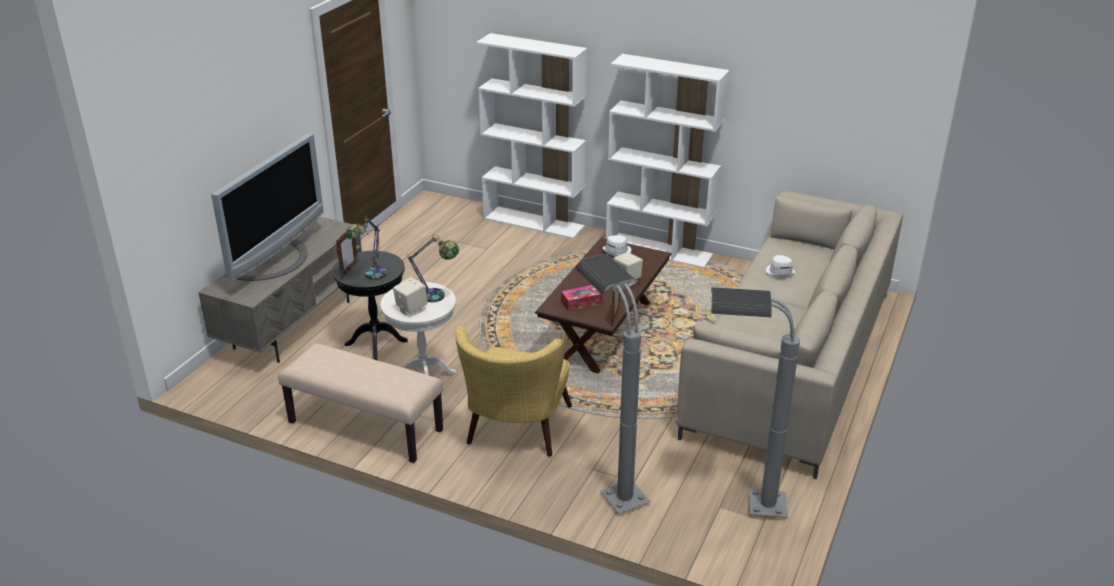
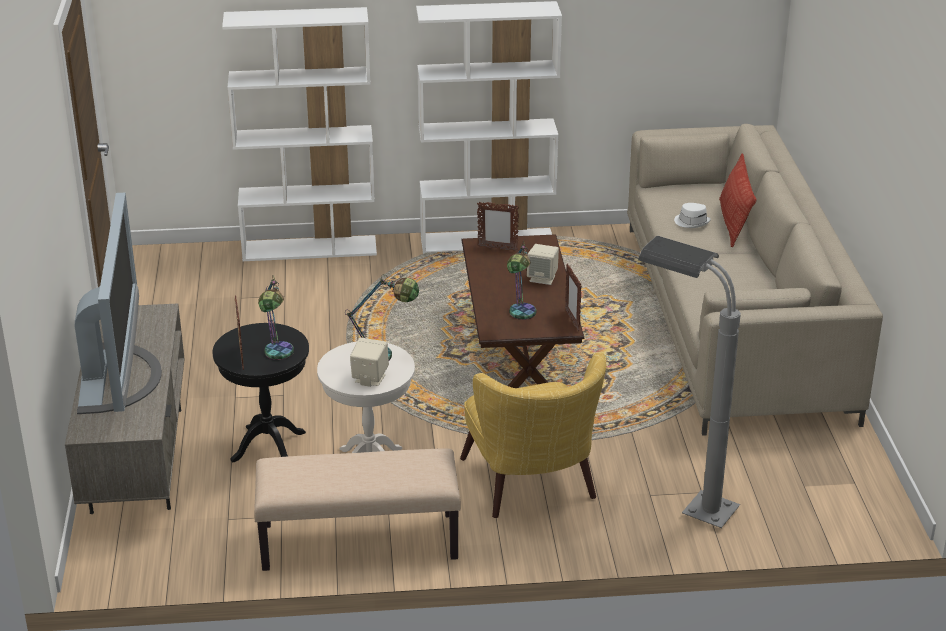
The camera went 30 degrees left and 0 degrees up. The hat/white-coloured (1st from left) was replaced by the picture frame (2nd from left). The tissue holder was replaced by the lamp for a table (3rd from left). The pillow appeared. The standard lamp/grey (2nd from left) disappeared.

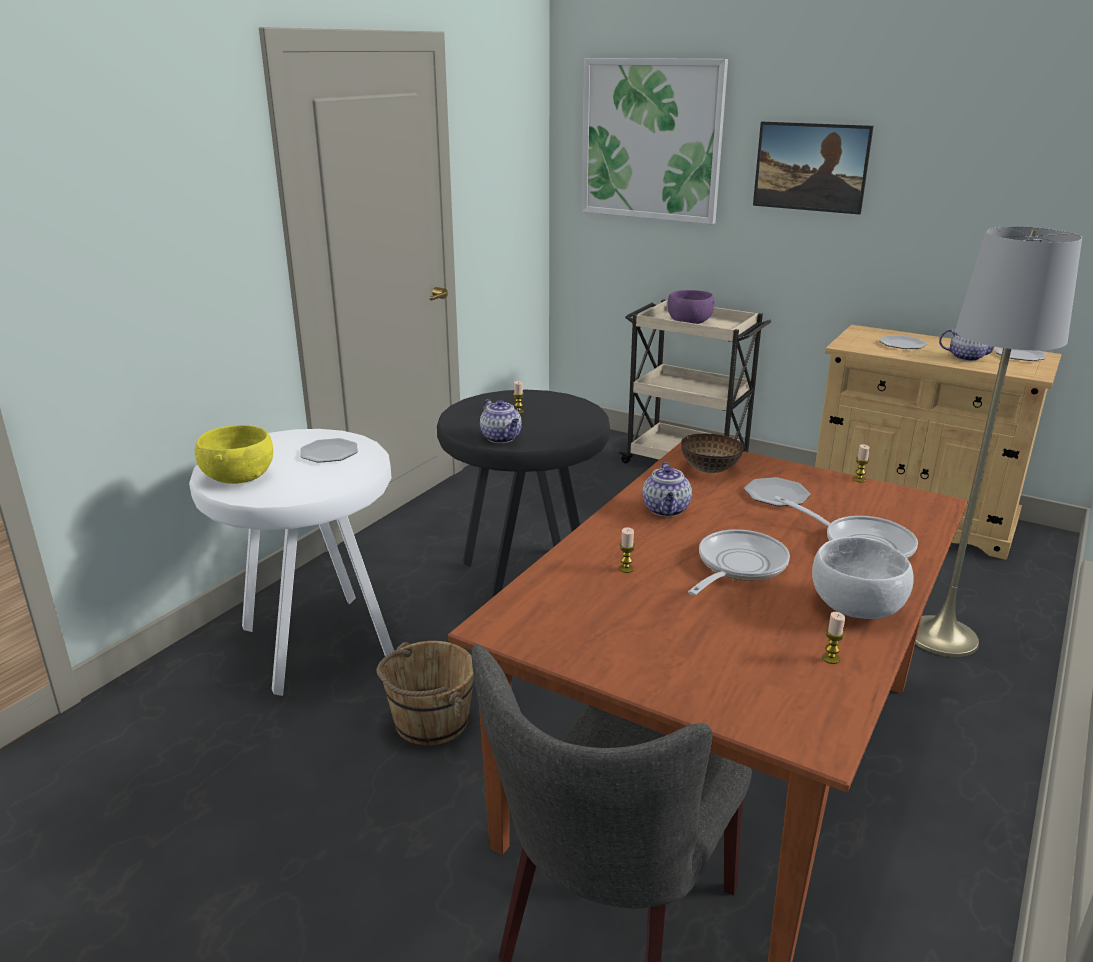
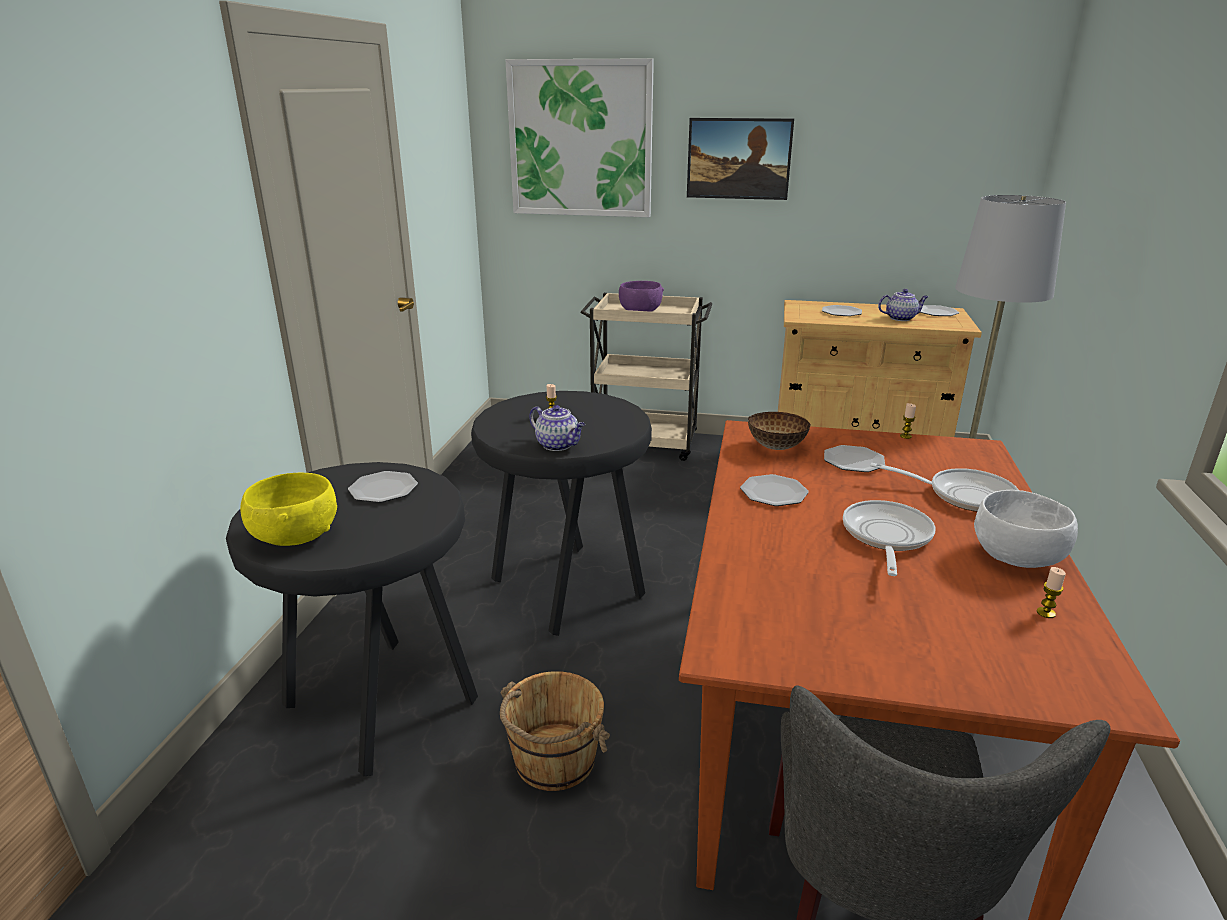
The camera went 20 degrees left and 0 degrees up. The stool seat/white-coloured became the stool seat/blackish (1st from left). The teapot (2nd from left) was replaced by the plate (2nd from left). The candle (2nd from left) disappeared.

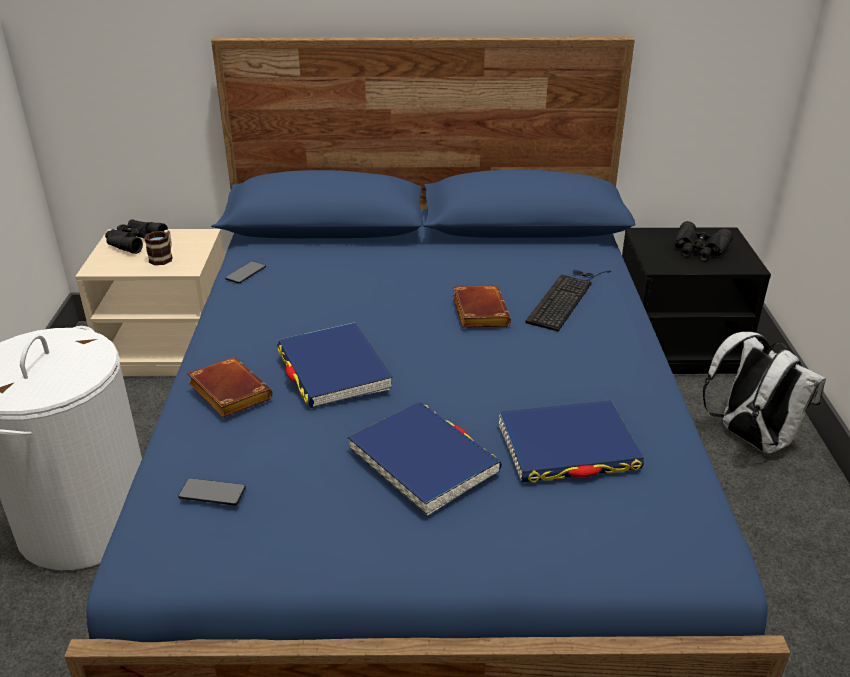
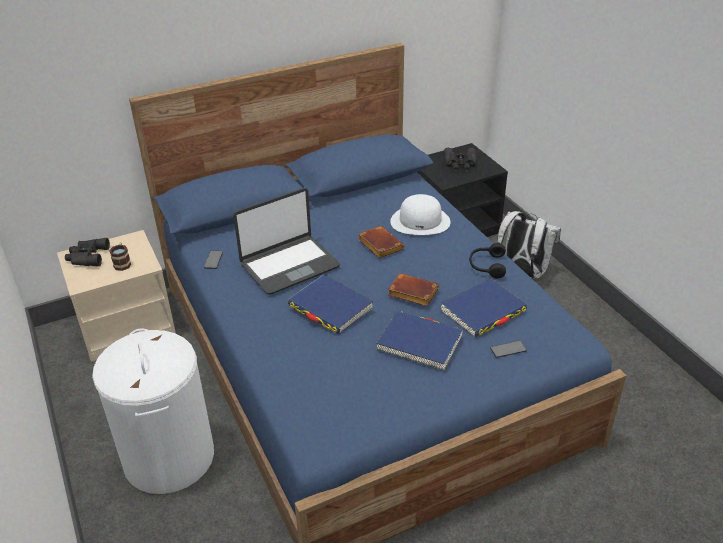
The camera went 25 degrees left and 5 degrees up. The notebook computer appeared. The bound book/brown-coloured (1st from left in the first image) moved. The keyboard was replaced by the hat/white-coloured. The pair of headphones/blackish appeared. The telephone (1st from left in the first image) moved.

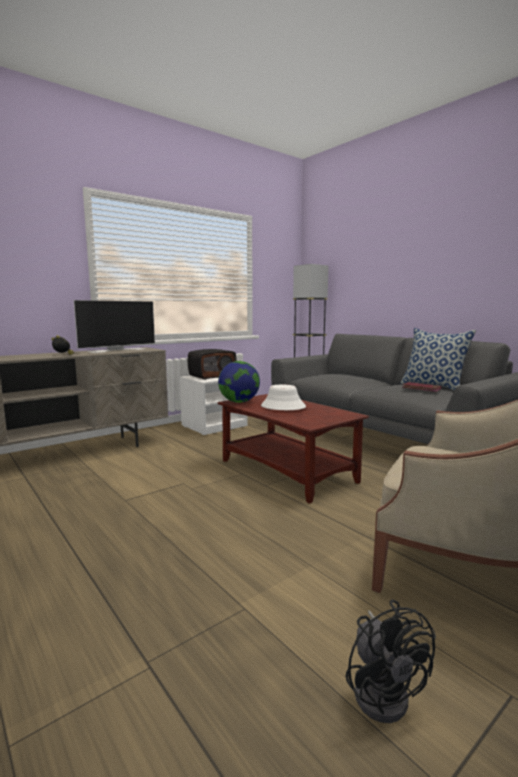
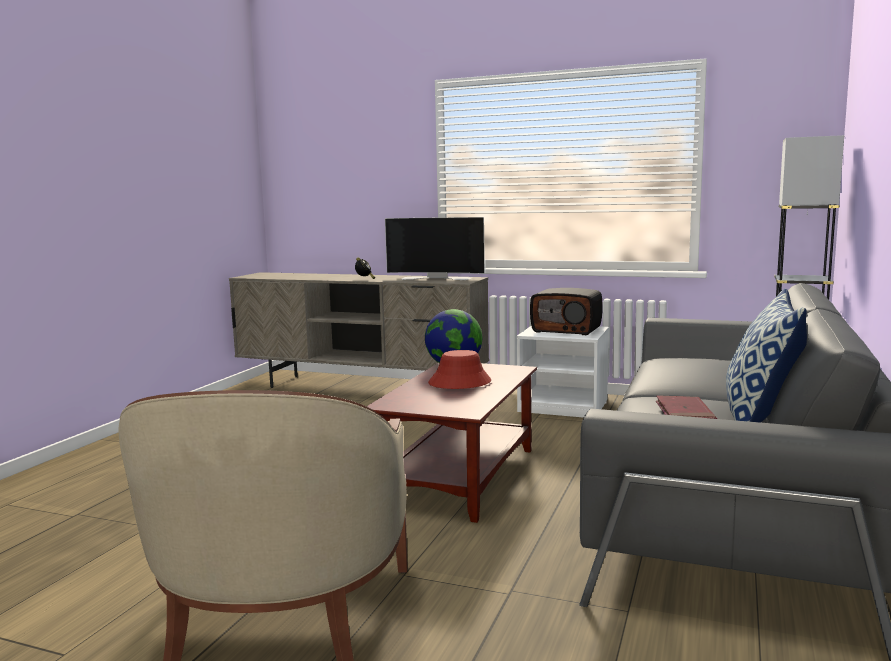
The camera went 60 degrees right and 0 degrees up. The hat/white-coloured became the hat/reddish. The fan/blackish disappeared.

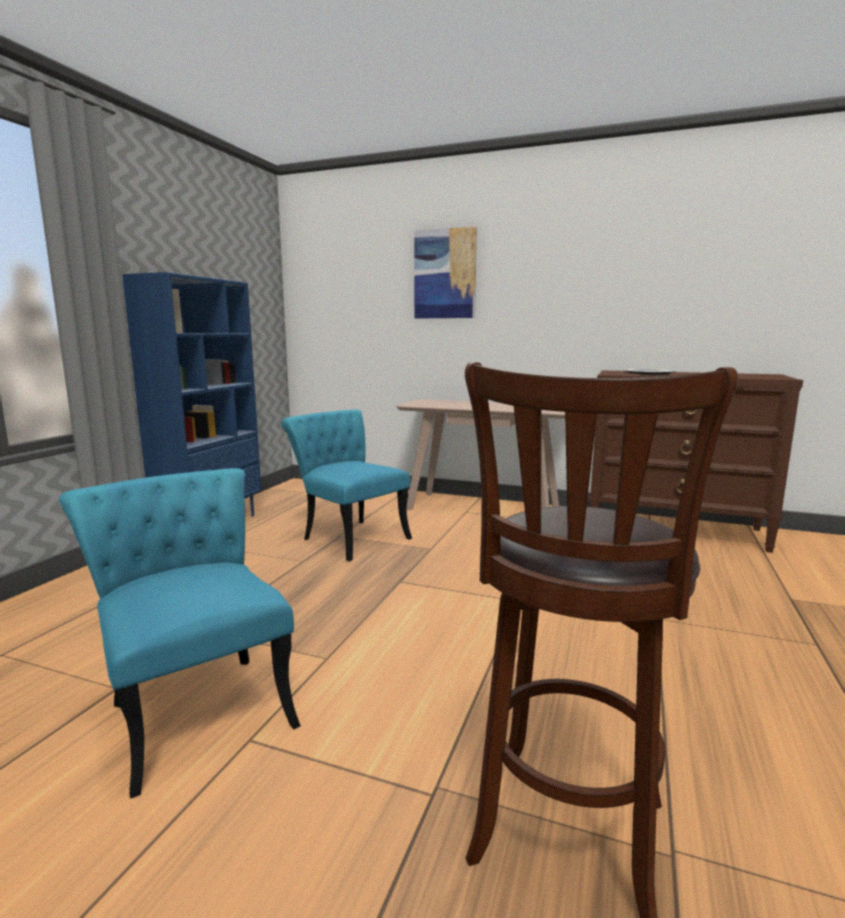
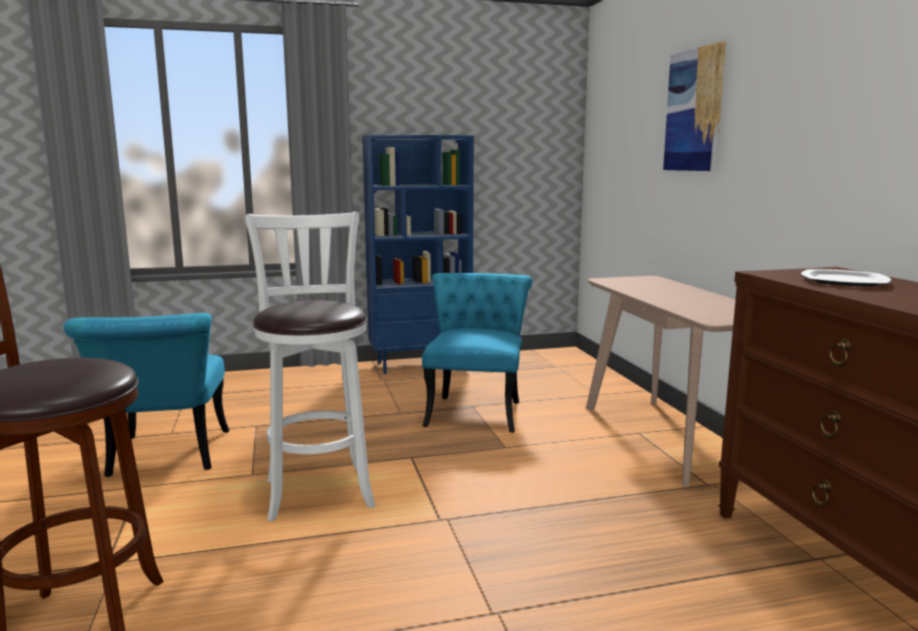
The camera went 55 degrees right and 0 degrees up. The chair/turquoise-coloured (1st from left) turned 150 degrees clockwise. The stool seat/white-coloured appeared.

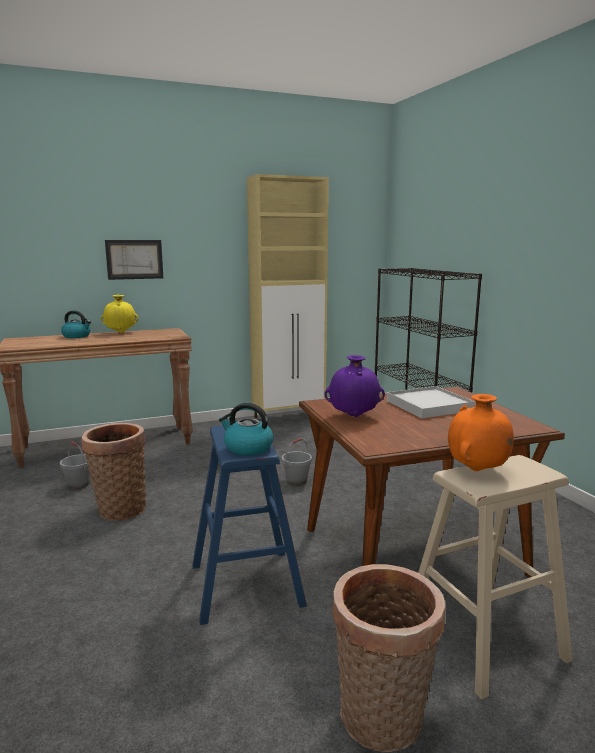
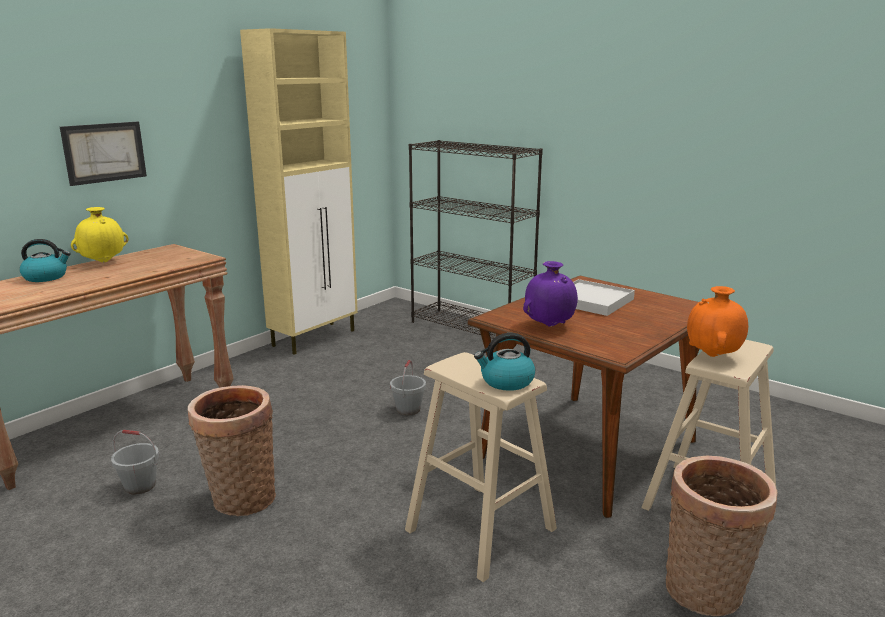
The camera went 30 degrees left and 5 degrees up. The stool seat/bluish became the stool seat/sand-coloured (1st from left).

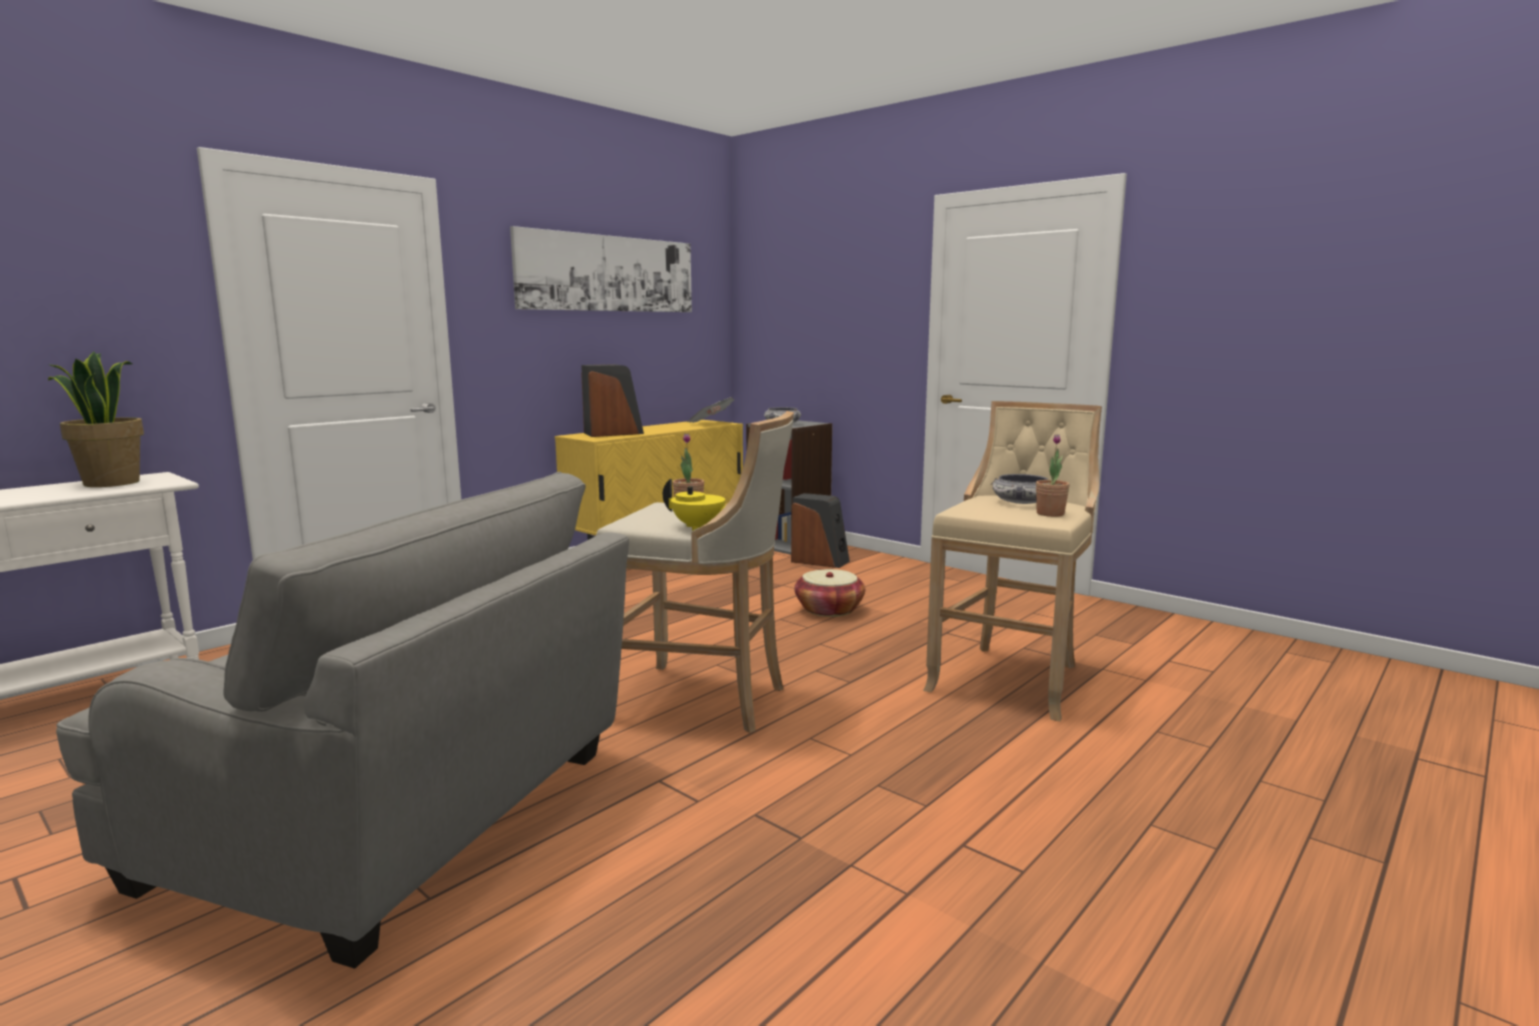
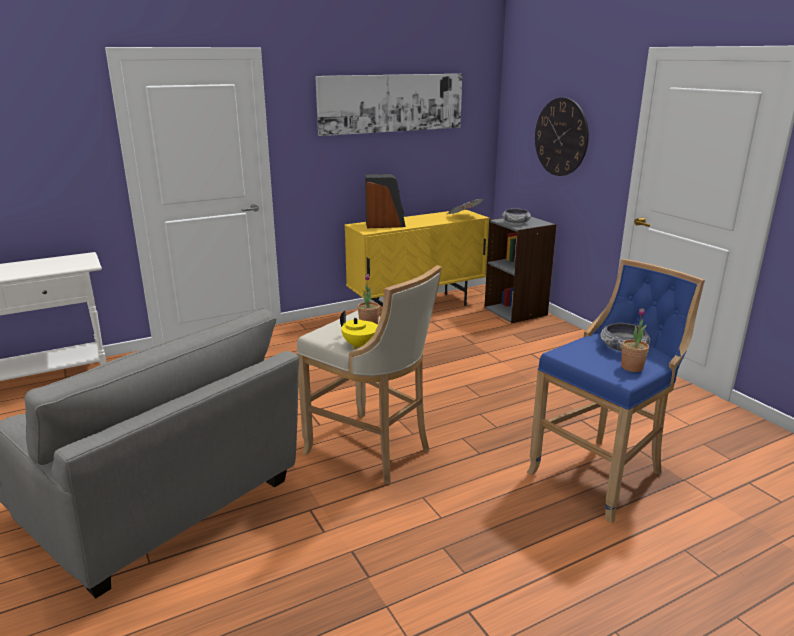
The camera went 20 degrees right and 10 degrees up. The stool seat/sand-coloured (2nd from left) became the stool seat/bluish. The clock on the wall appeared. The plant in a pot (1st from left) disappeared. The loudspeaker (2nd from left) disappeared. The household basket disappeared.

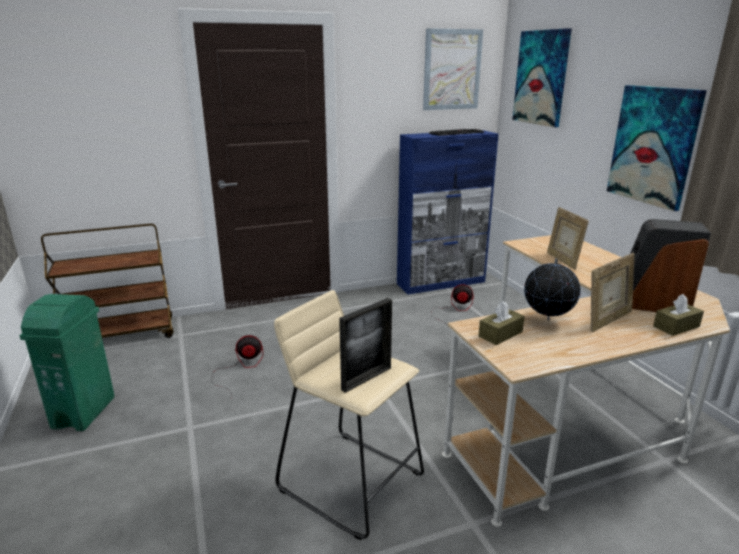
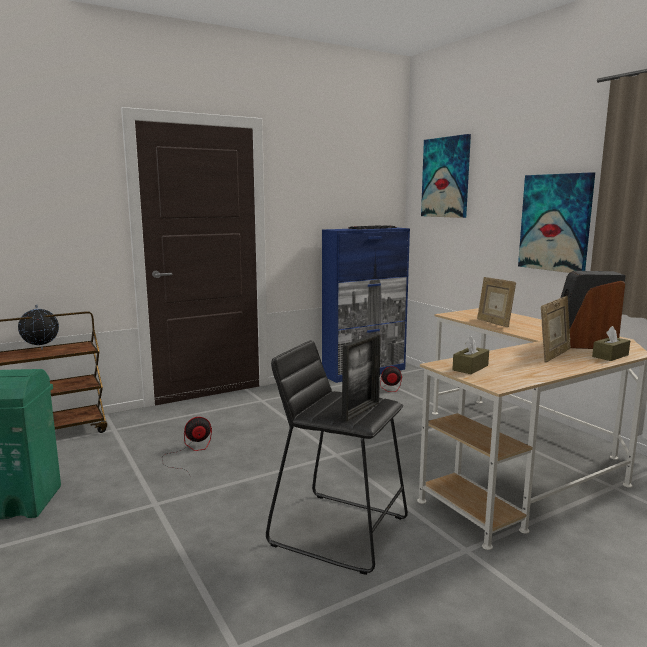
The camera went 10 degrees left and 10 degrees down. The world globe moved. The stool seat/sand-coloured became the stool seat/blackish. The wall art (1st from left) disappeared.

